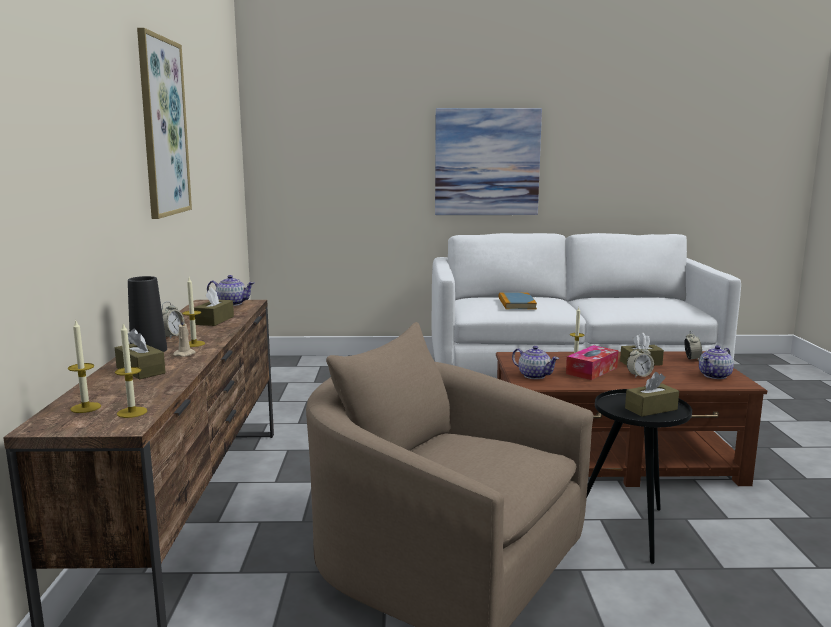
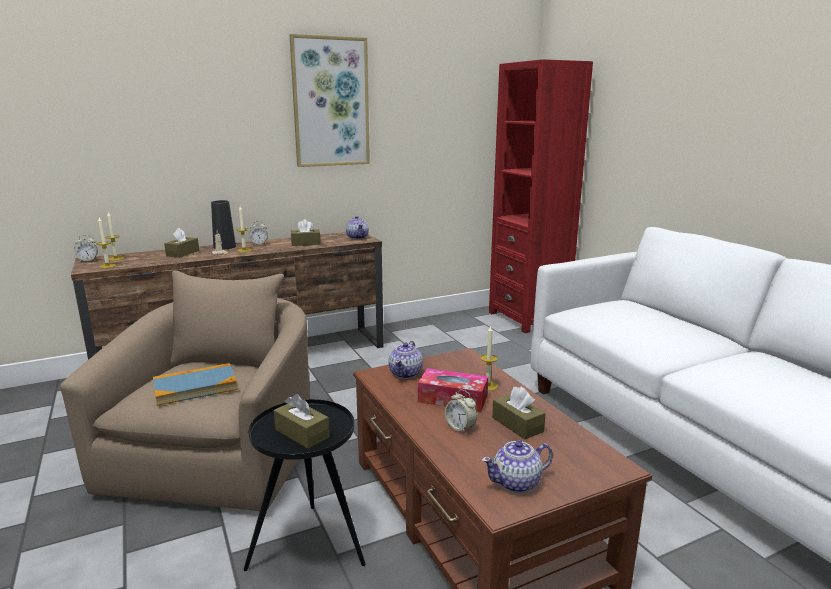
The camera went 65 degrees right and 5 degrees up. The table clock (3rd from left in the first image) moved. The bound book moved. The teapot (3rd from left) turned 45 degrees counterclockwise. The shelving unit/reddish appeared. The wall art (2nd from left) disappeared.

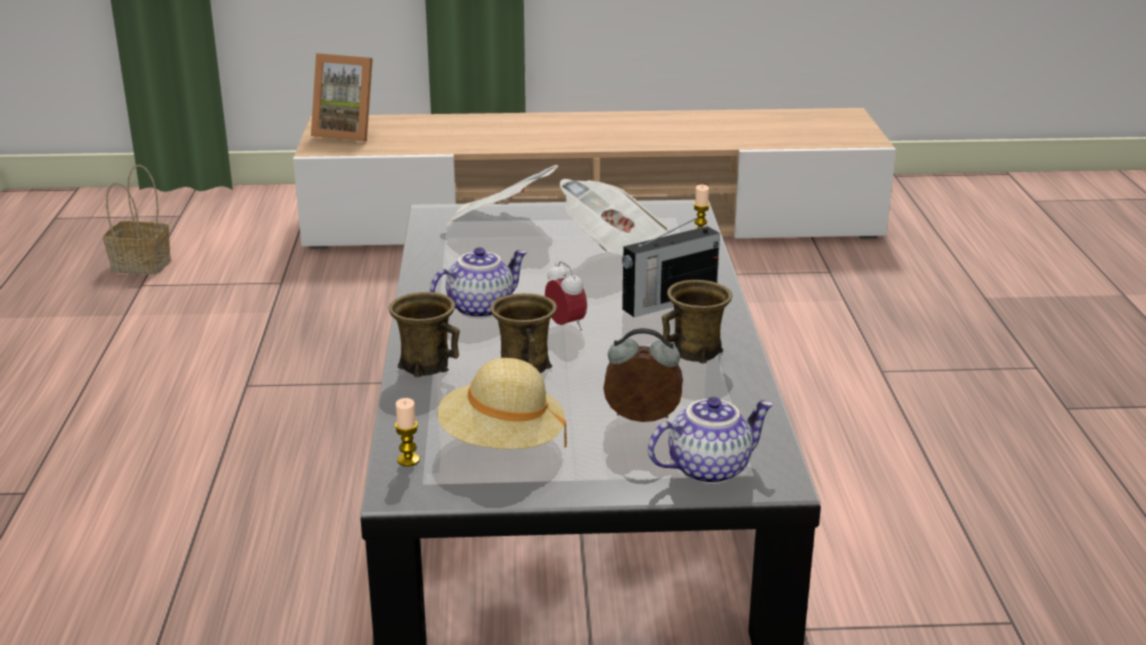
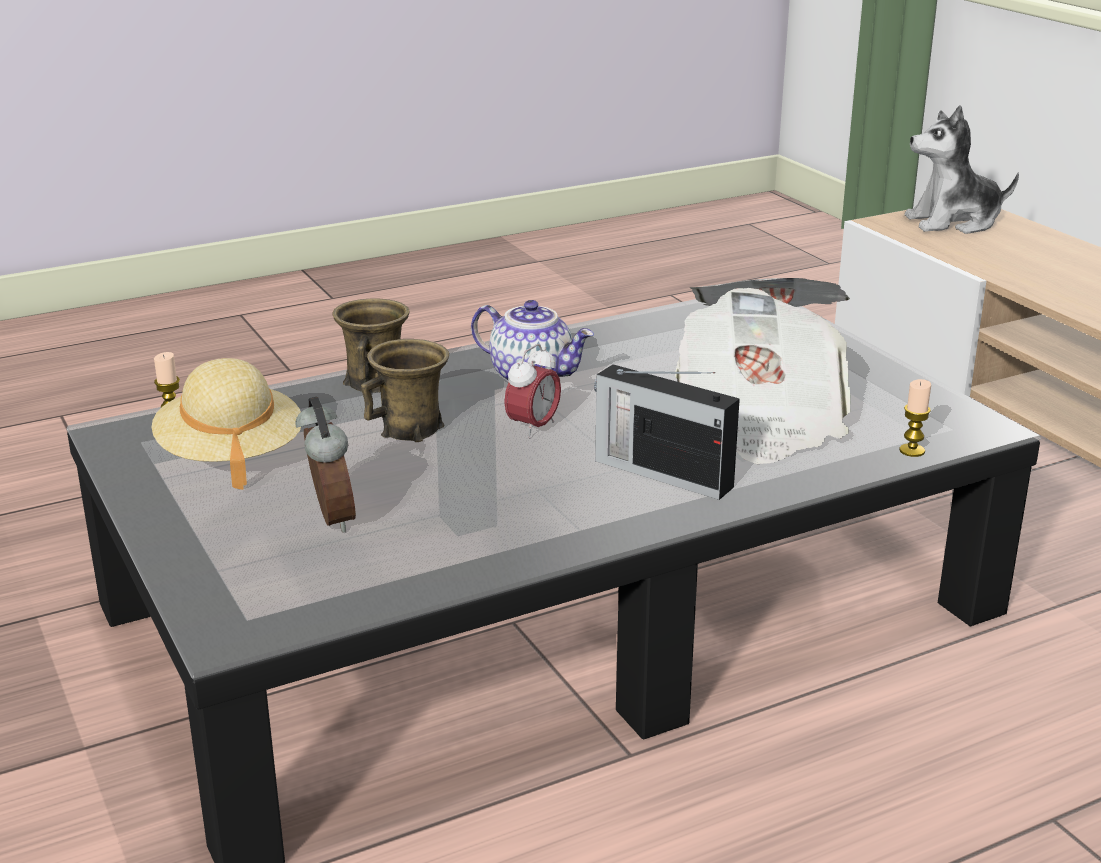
The camera went 65 degrees right and 0 degrees up. The picture frame was replaced by the soft toy. The household basket disappeared. The teapot (2nd from left) disappeared. The mug/brown-coloured (3rd from left) disappeared.

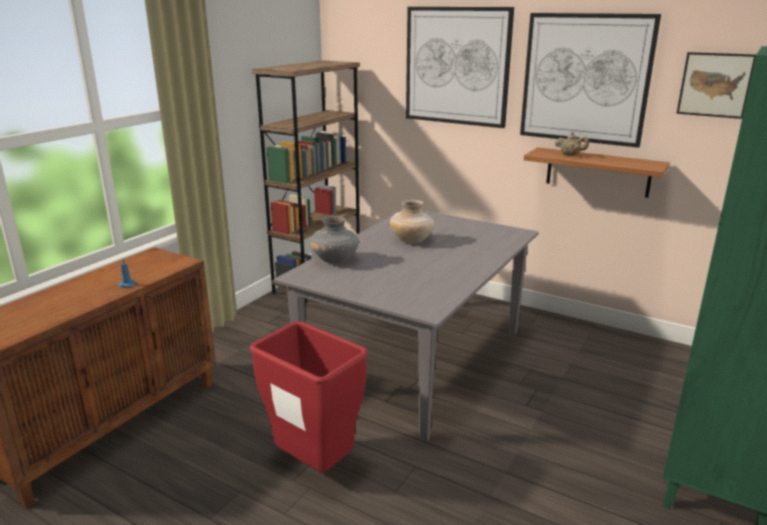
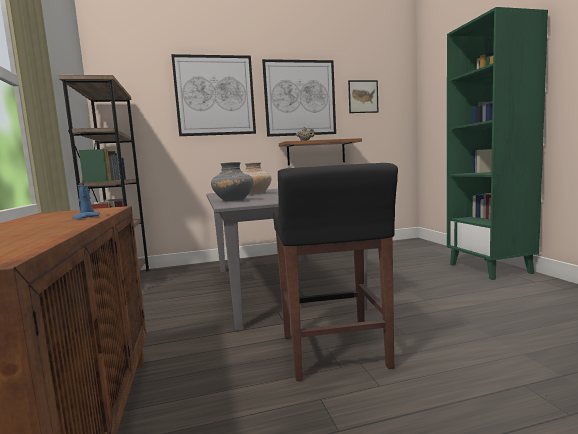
The camera went 45 degrees left and 15 degrees down. The trash can/reddish was replaced by the stool seat/blackish.

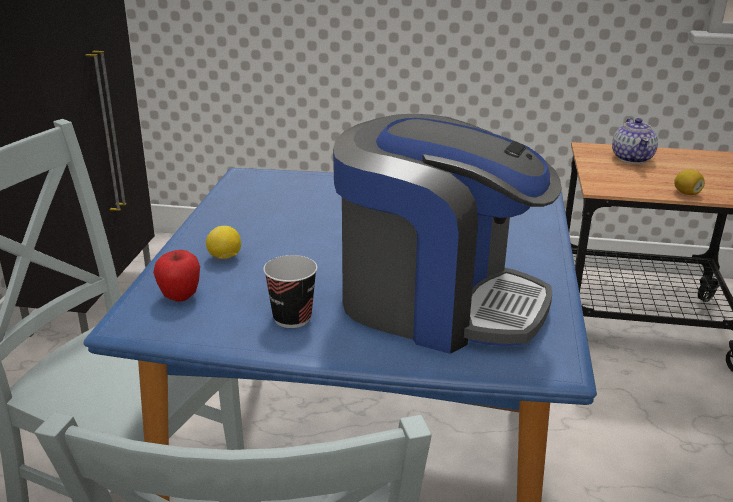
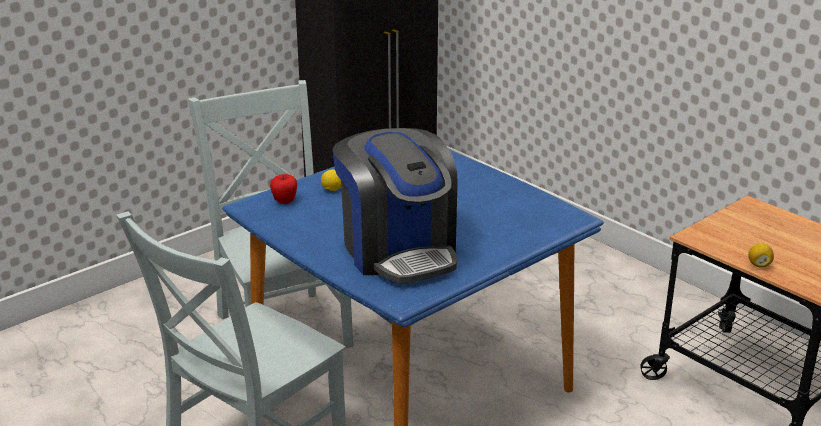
The camera went 40 degrees right and 0 degrees up. The cup disappeared. The teapot disappeared.

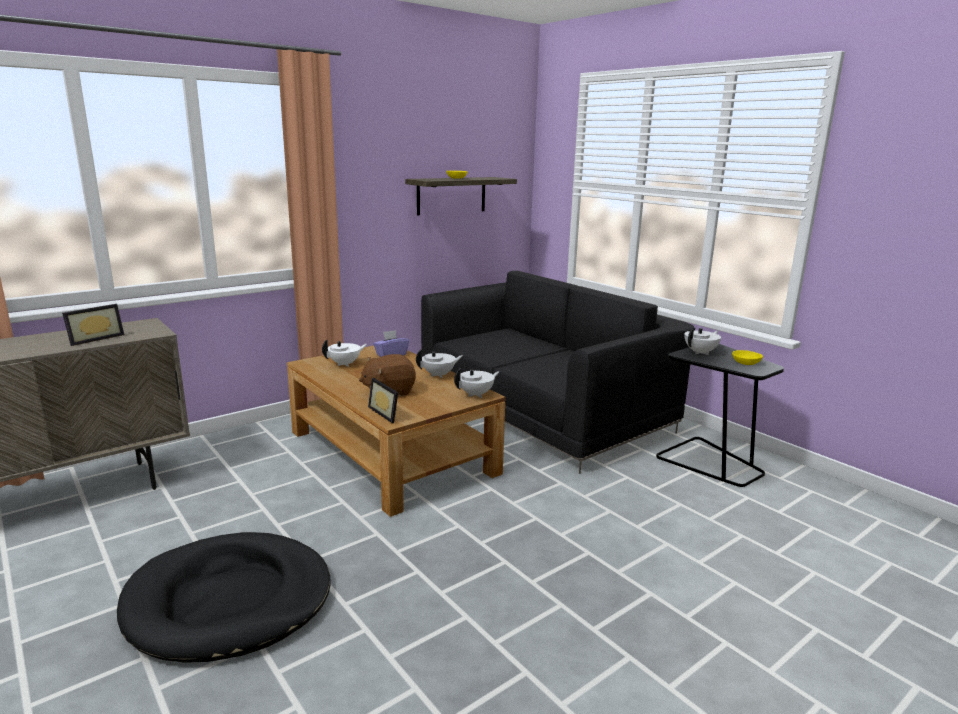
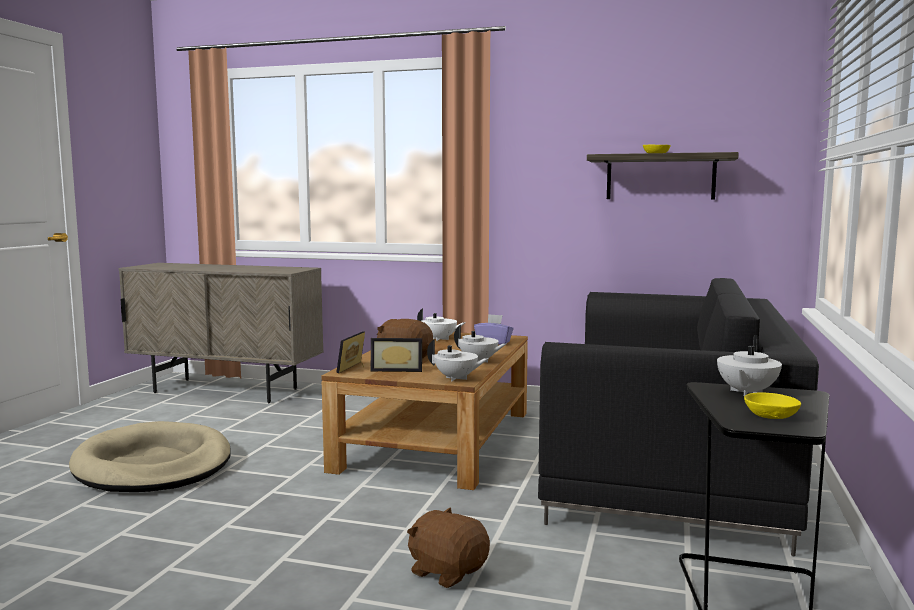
The camera went 55 degrees right and 10 degrees down. The dog cushion/blackish became the dog cushion/sand-coloured. The picture frame (1st from left in the first image) moved. The soft toy/brown-coloured (2nd from left) appeared. The teapot/white-coloured (4th from left) turned 105 degrees clockwise.

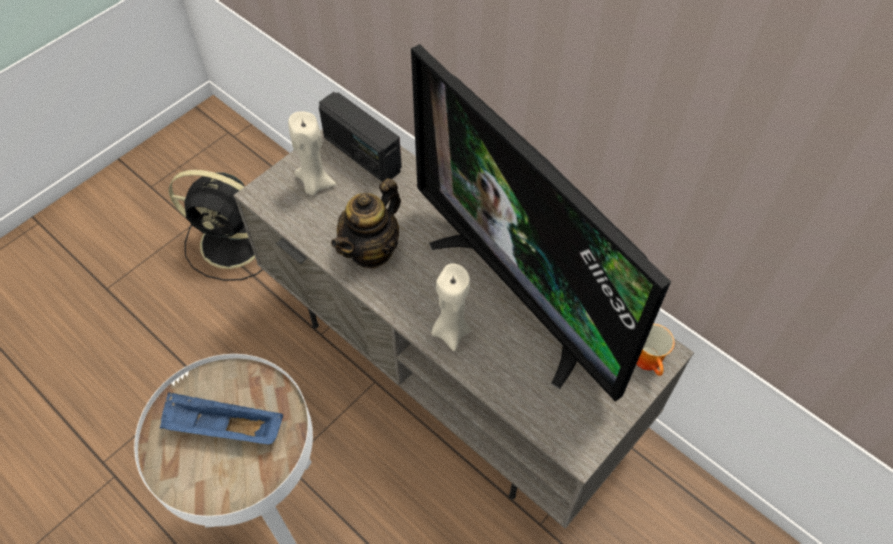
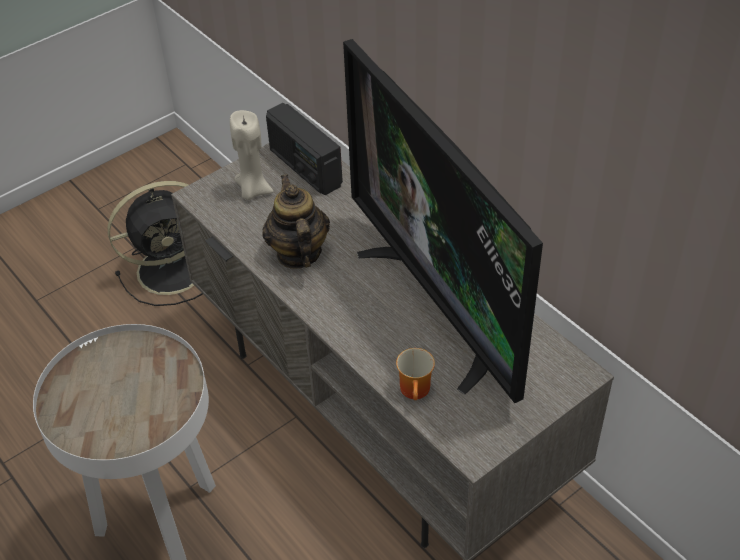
The camera went 10 degrees right and 10 degrees down. The fan/blackish turned 45 degrees counterclockwise. The teapot turned 120 degrees clockwise. The mug moved. The carrying tray/bluish disappeared. The candle/sand-coloured (2nd from left) disappeared.

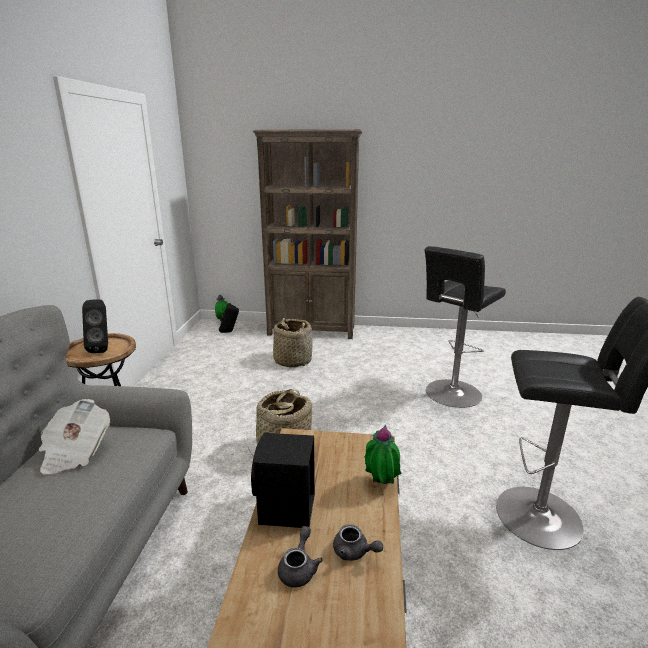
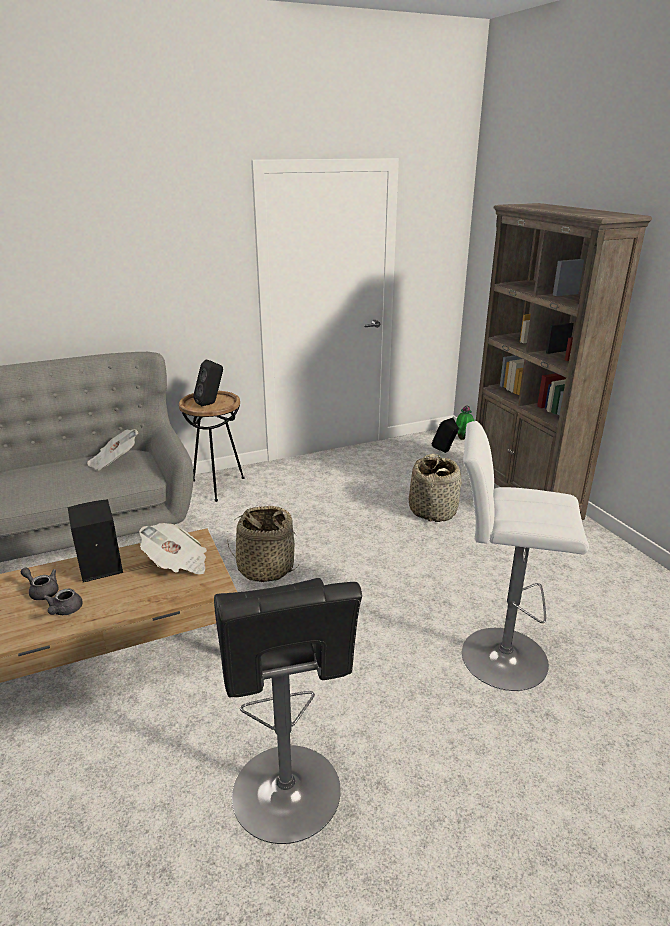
The camera went 60 degrees right and 5 degrees up. The teapot/grey (1st from left) turned 135 degrees counterclockwise. The daily paper (2nd from left) appeared. The stool seat/blackish (1st from left) became the stool seat/white-coloured. The plant in a pot (2nd from left) disappeared.

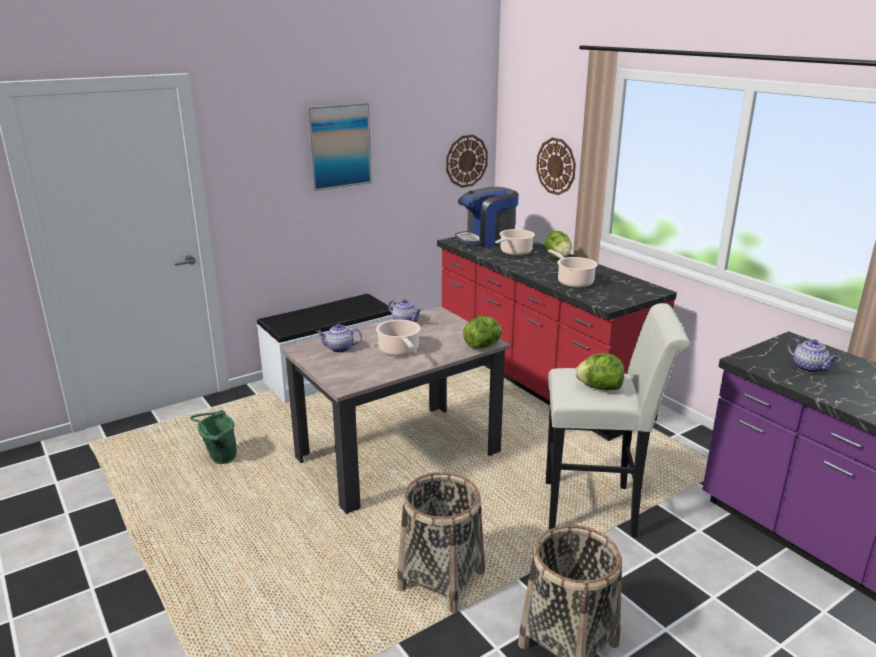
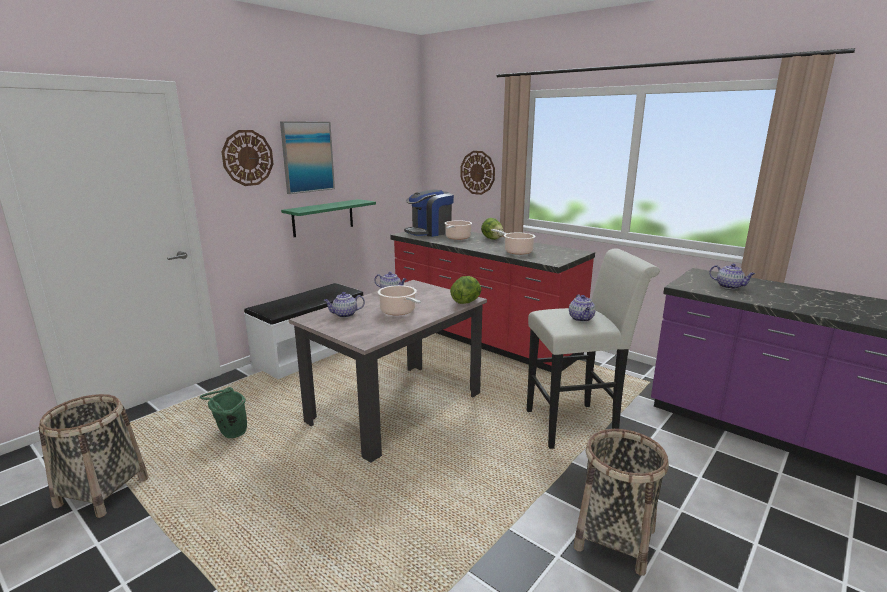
The camera went 15 degrees left and 5 degrees down. The household basket (1st from left) moved. The clock on the wall (1st from left) moved. The wall shelf/green appeared. The lettuce head (3rd from left) was replaced by the teapot (3rd from left).

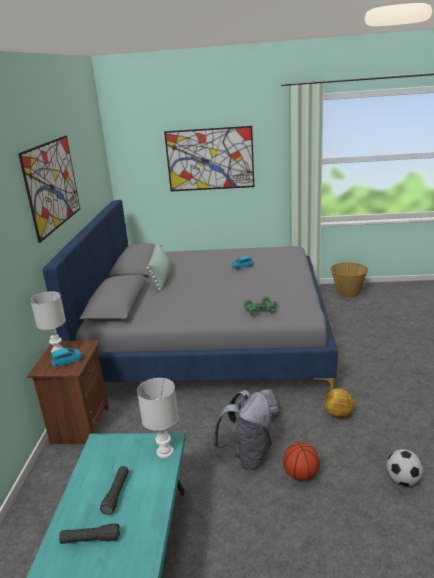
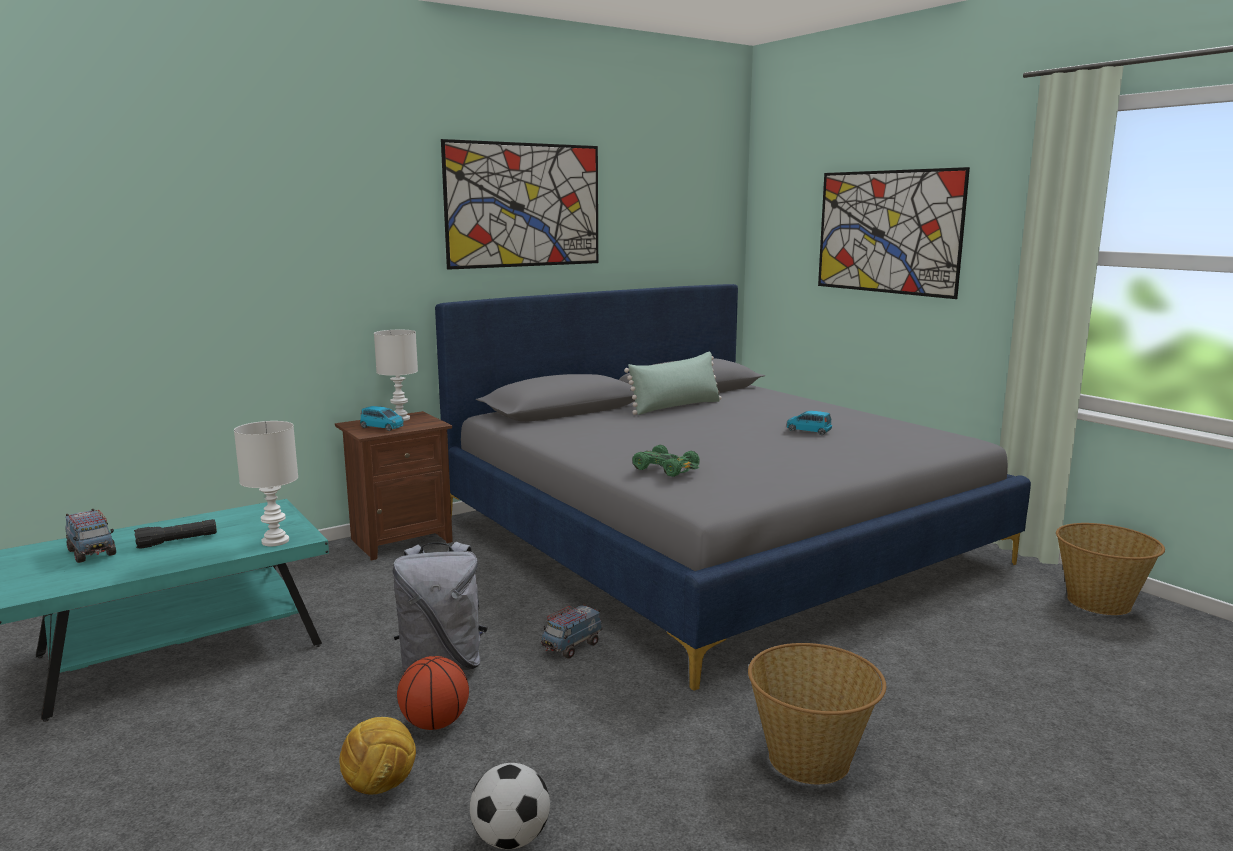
The camera went 50 degrees right and 10 degrees down. The torch/blackish (1st from left) was replaced by the toy truck (1st from left). The football (1st from left) moved. The household basket (1st from left) appeared.

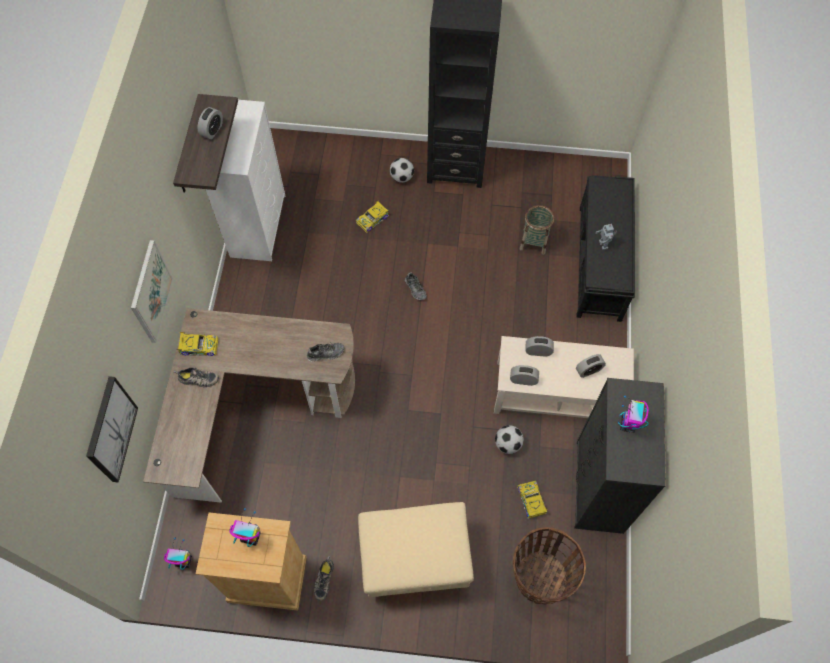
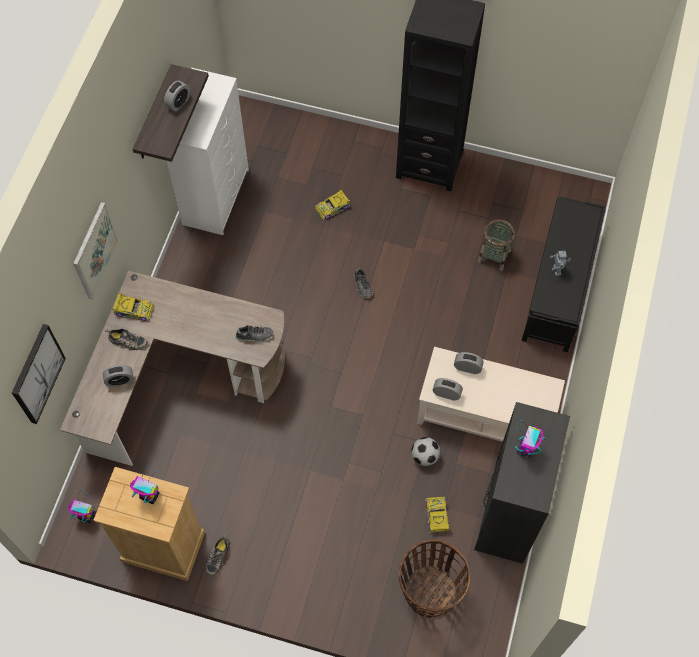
The camera went 10 degrees right and 0 degrees up. The table clock (4th from left in the first image) moved. The ottoman/sand-coloured disappeared. The football (1st from left) disappeared.

